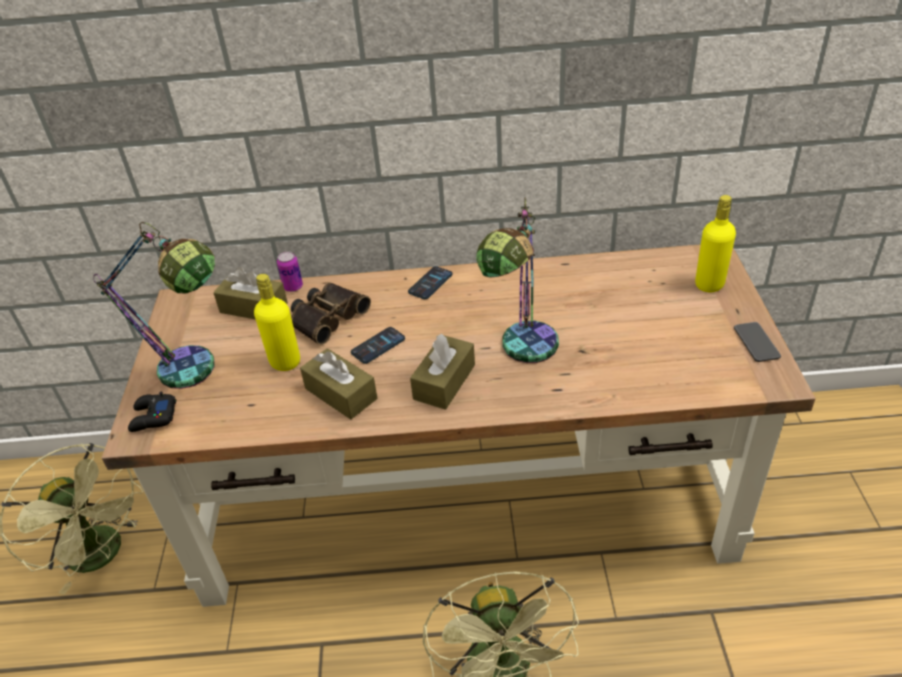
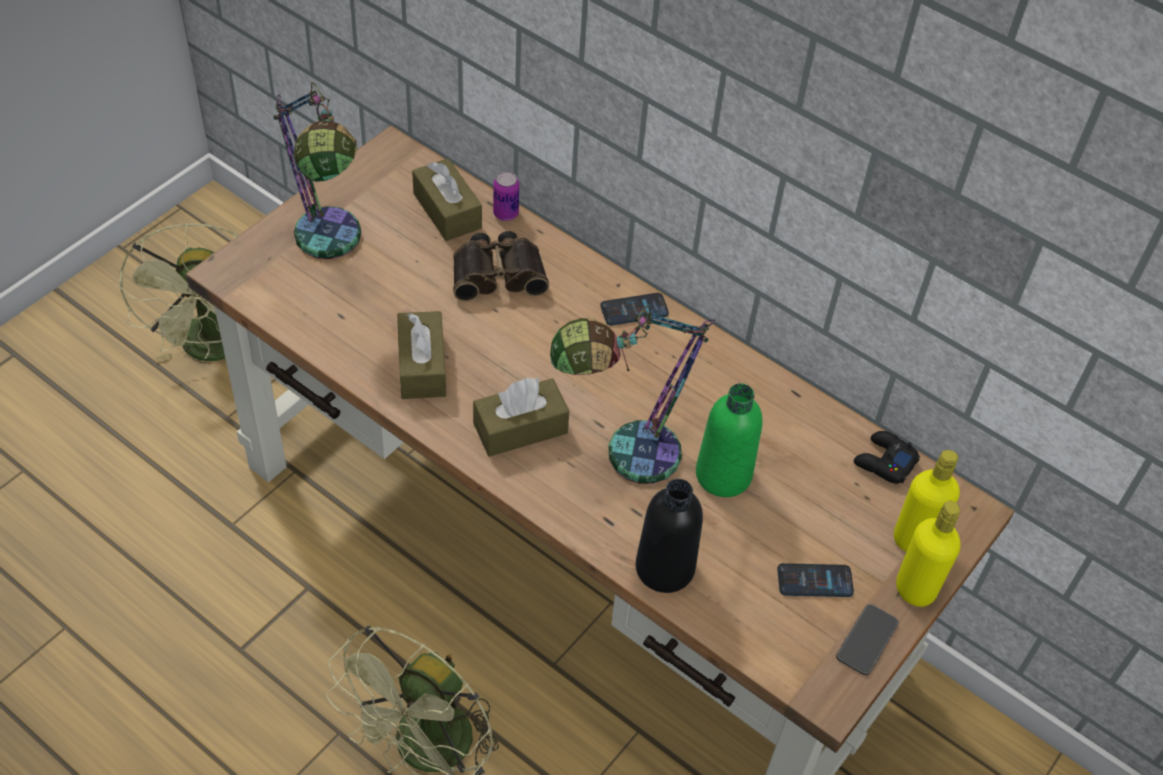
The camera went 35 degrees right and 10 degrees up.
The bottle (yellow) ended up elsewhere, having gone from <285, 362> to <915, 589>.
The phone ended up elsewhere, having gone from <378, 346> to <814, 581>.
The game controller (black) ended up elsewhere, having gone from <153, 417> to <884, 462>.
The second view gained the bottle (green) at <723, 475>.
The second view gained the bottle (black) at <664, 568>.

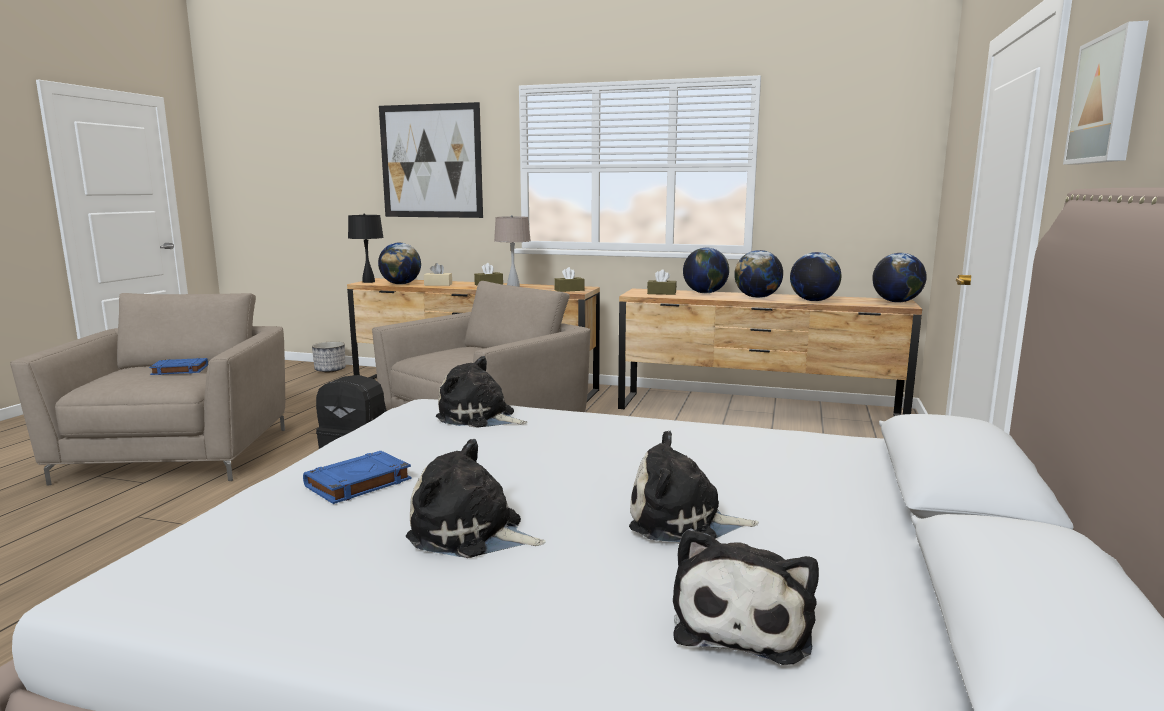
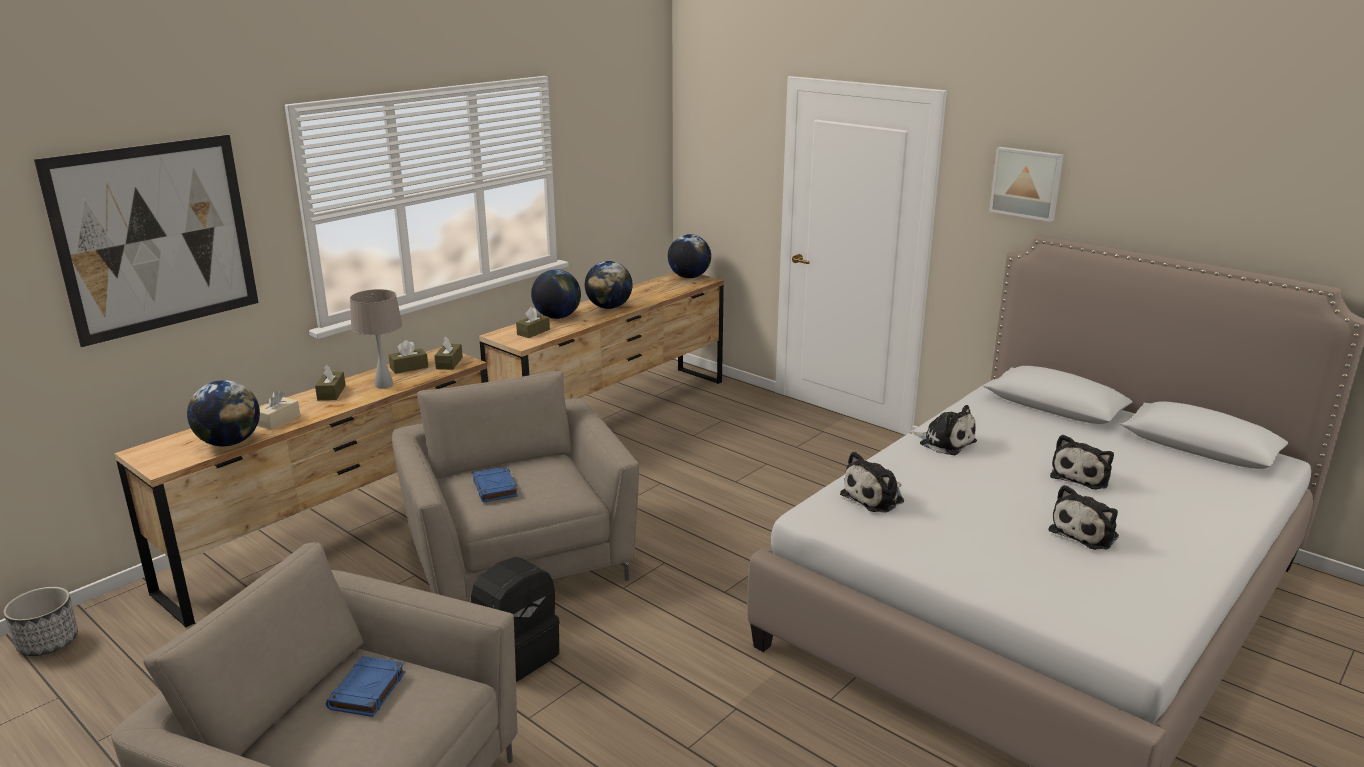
The camera went 65 degrees left and 10 degrees up.
The second view lost the table lamp (black) at <369, 282>.
The second view lost the globe at <813, 301>.
The book (blue) ended up elsewhere, having gone from <357, 483> to <495, 488>.
The plush toy ended up elsewhere, having gone from <743, 623> to <944, 442>.
The second view gained the tissue box (brown) at <409, 367>.

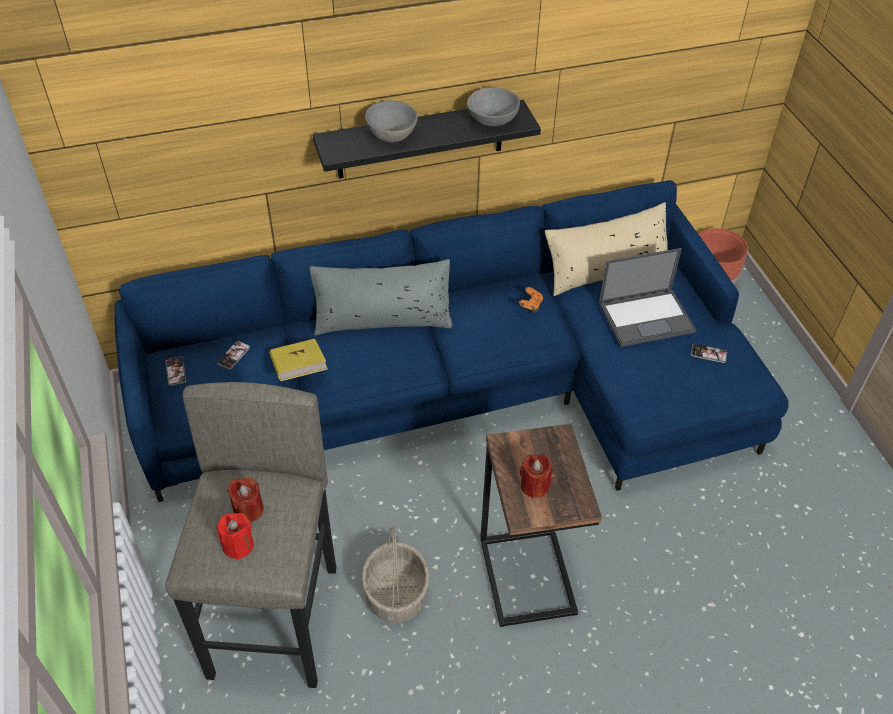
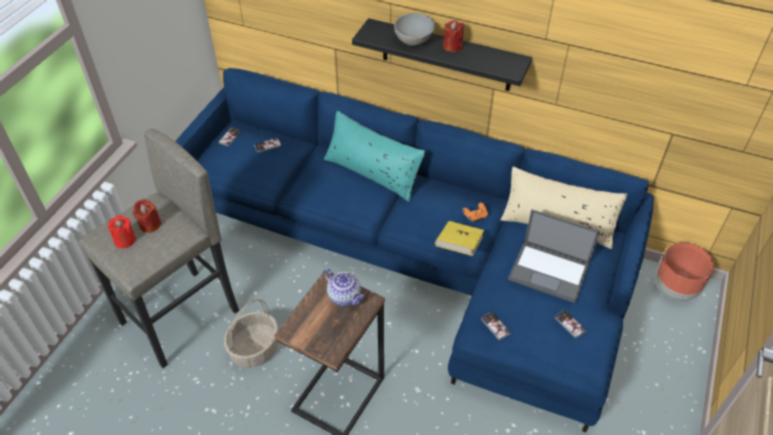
The camera went 40 degrees right and 0 degrees up.
The second view lost the bowl (grey) at <492, 122>.
What was the pillow (grey) at <383, 319> turned into the pillow (turquoise) at <373, 172>.
The book (yellow) ended up elsewhere, having gone from <299, 370> to <458, 246>.
The candle (red) ended up elsewhere, having gone from <534, 486> to <452, 46>.
The second view gained the teapot at <345, 297>.
The second view gained the phone at <495, 326>.

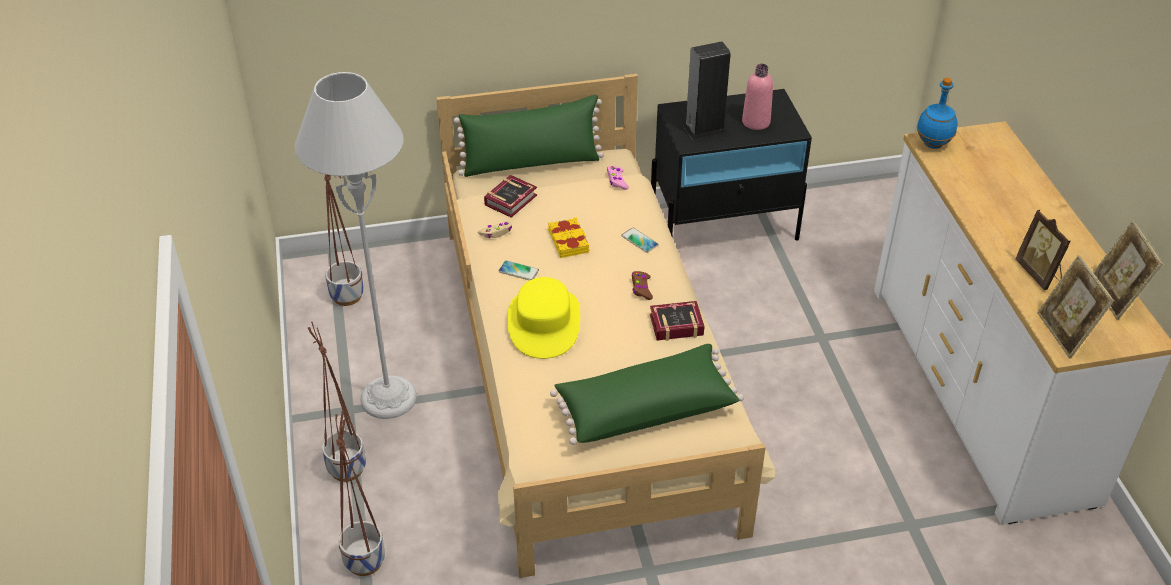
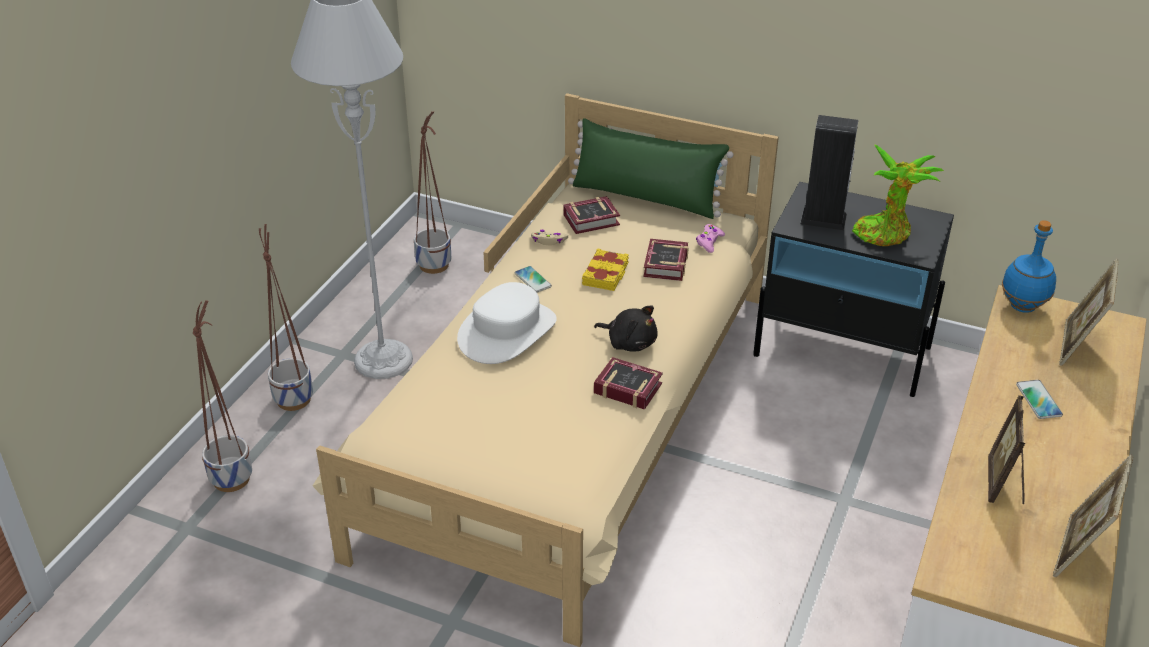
The camera went 35 degrees right and 5 degrees down.
Where the bottle (pink) stood at <756, 122>, the potted plant came to stand at <886, 233>.
The phone ended up elsewhere, having gone from <639, 240> to <1038, 400>.
The picture frame ended up elsewhere, having gone from <1064, 333> to <1078, 346>.
Where the game controller (brown) stood at <641, 288>, the plush toy (black) came to stand at <629, 342>.
What was the hat (yellow) at <543, 323> turned into the hat (white) at <507, 332>.
The second view lost the pillow (green) at <645, 408>.
The second view gained the book at <664, 266>.

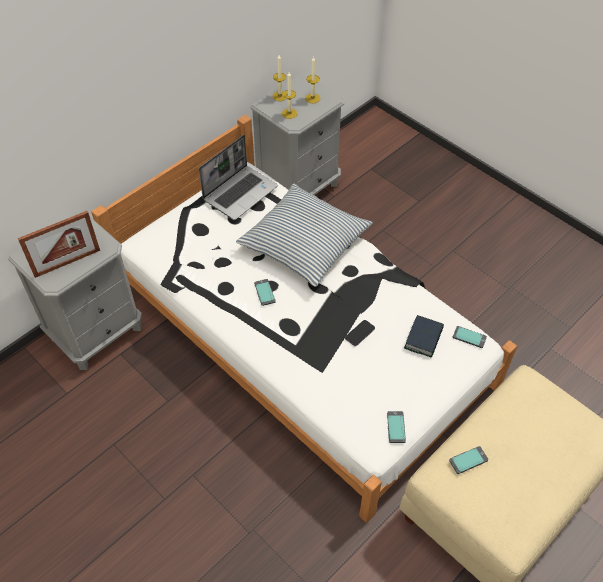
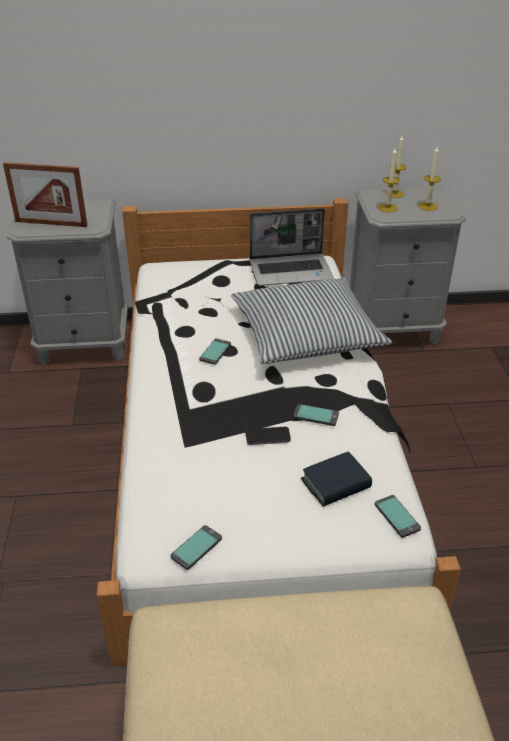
The camera went 40 degrees right and 15 degrees down.
The phone ended up elsewhere, having gone from <468, 460> to <316, 415>.

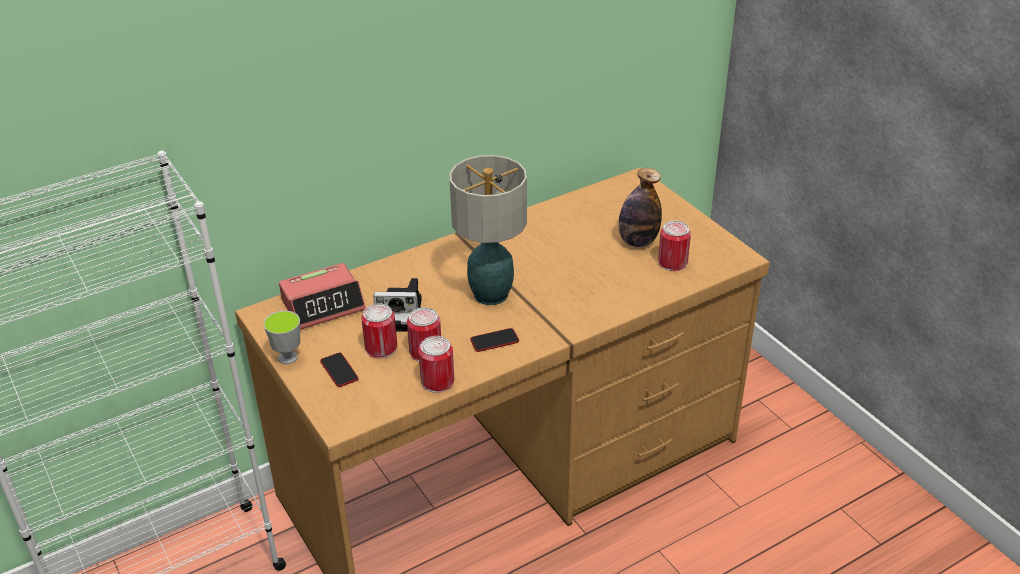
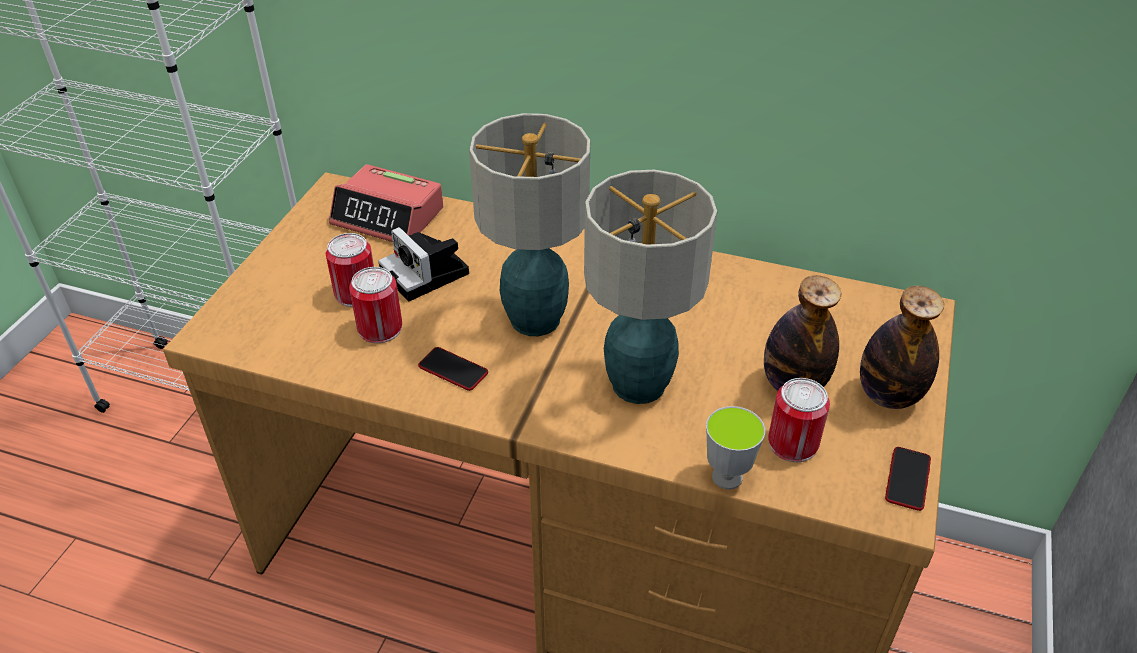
The camera went 50 degrees right and 5 degrees up.
The cup ended up elsewhere, having gone from <288, 358> to <727, 477>.
The second view lost the can at <437, 381>.
The phone ended up elsewhere, having gone from <339, 370> to <907, 479>.
The second view gained the table lamp at <638, 385>.
The second view gained the bottle at <888, 395>.

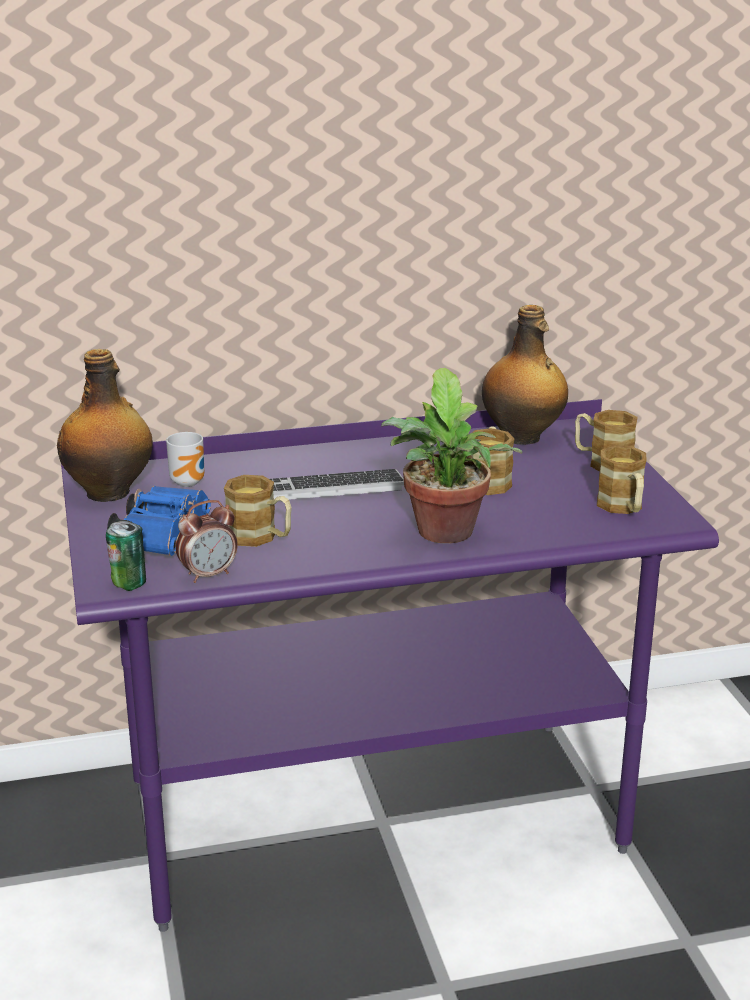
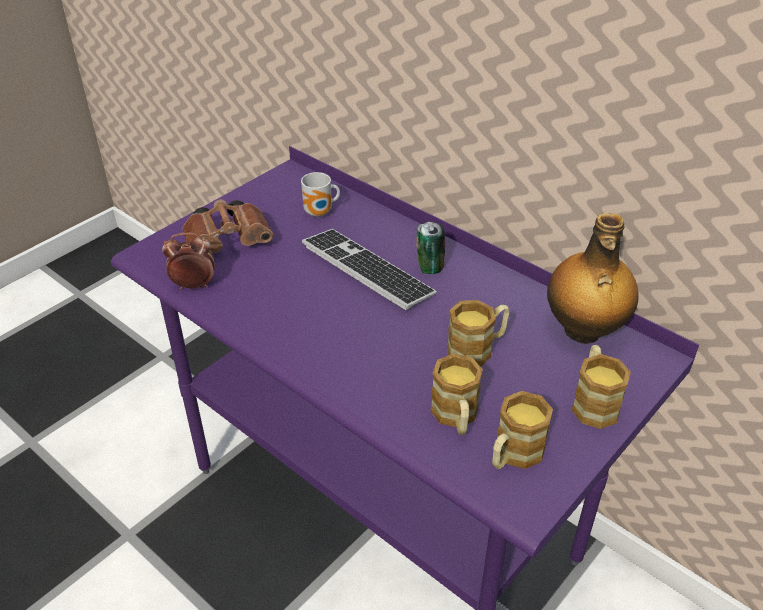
The camera went 55 degrees right and 15 degrees up.
The second view lost the bottle at <110, 492>.
The second view lost the potted plant at <445, 535>.
The mug ended up elsewhere, having gone from <260, 537> to <456, 417>.
What was the binoculars (blue) at <162, 537> turned into the binoculars (brown) at <230, 241>.
The alarm clock at <208, 575> ended up facing another way, 150 degrees clockwise from before.
The can ended up elsewhere, having gone from <128, 584> to <429, 267>.

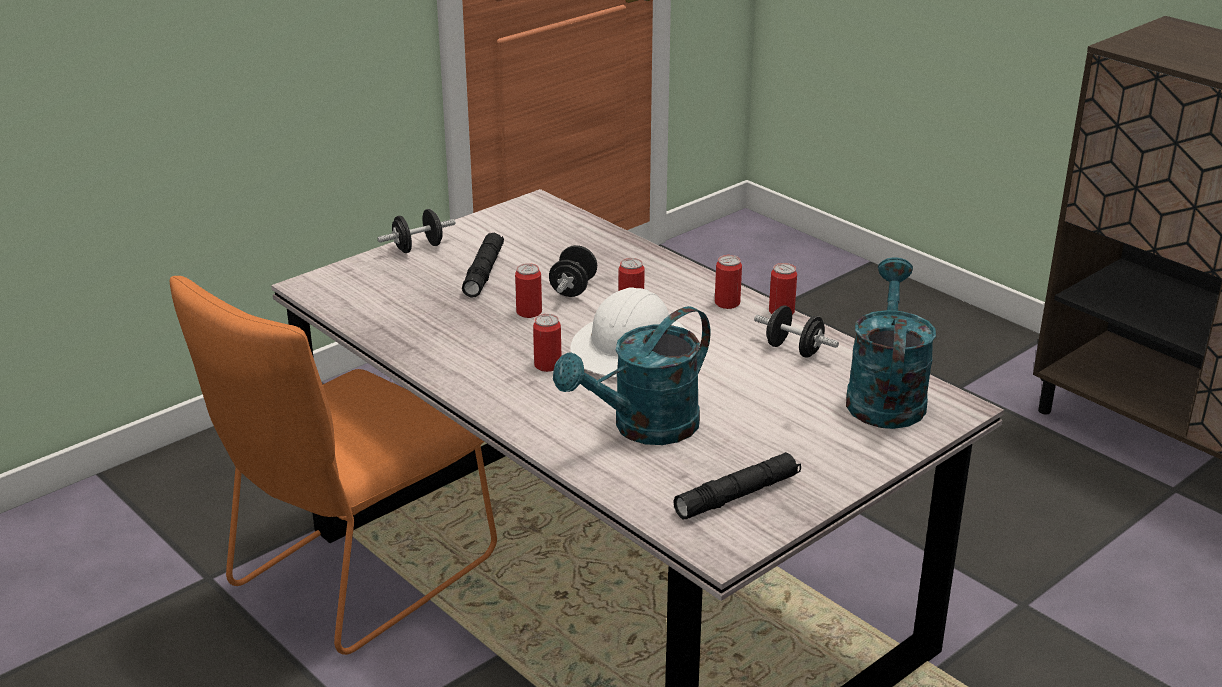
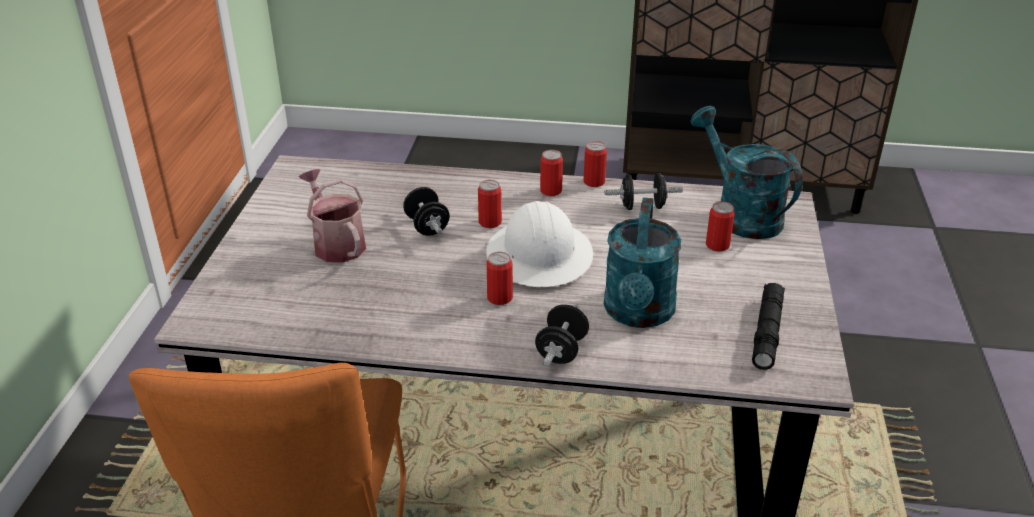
The camera went 40 degrees left and 5 degrees up.
The dumbbell (black) ended up elsewhere, having gone from <418, 248> to <561, 350>.
Where the flashlight (black) stood at <483, 272>, the watering can came to stand at <336, 243>.
The can ended up elsewhere, having gone from <529, 312> to <717, 245>.

